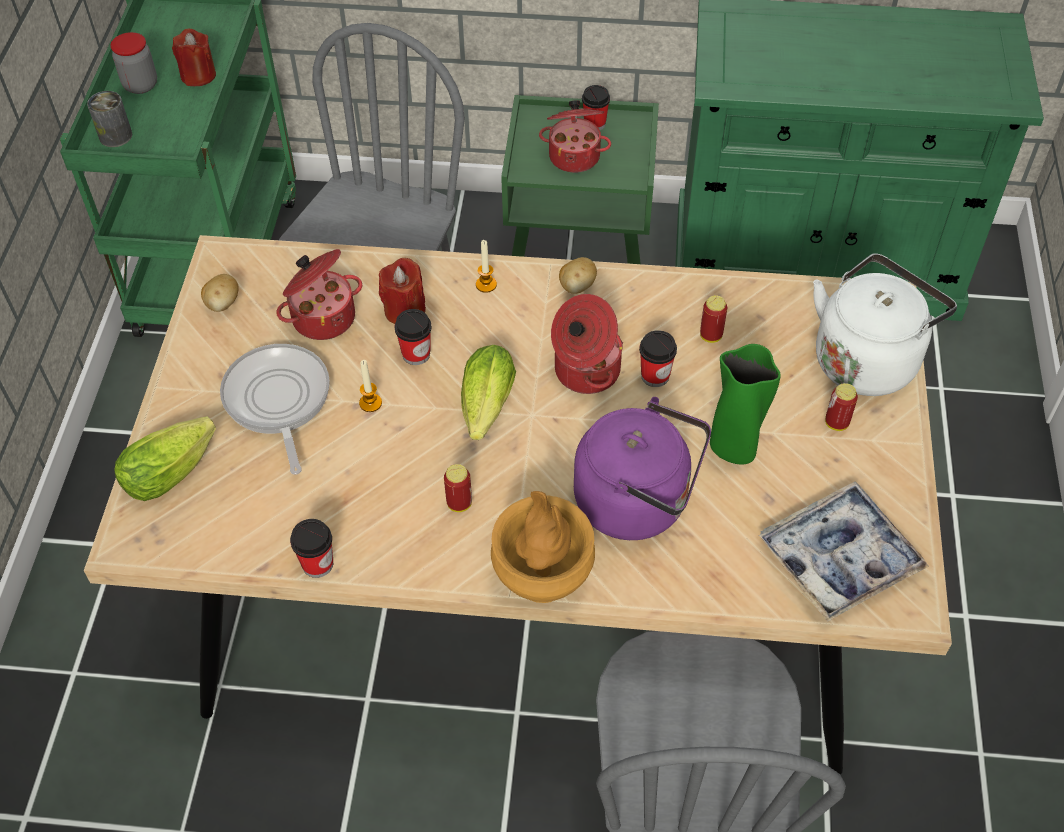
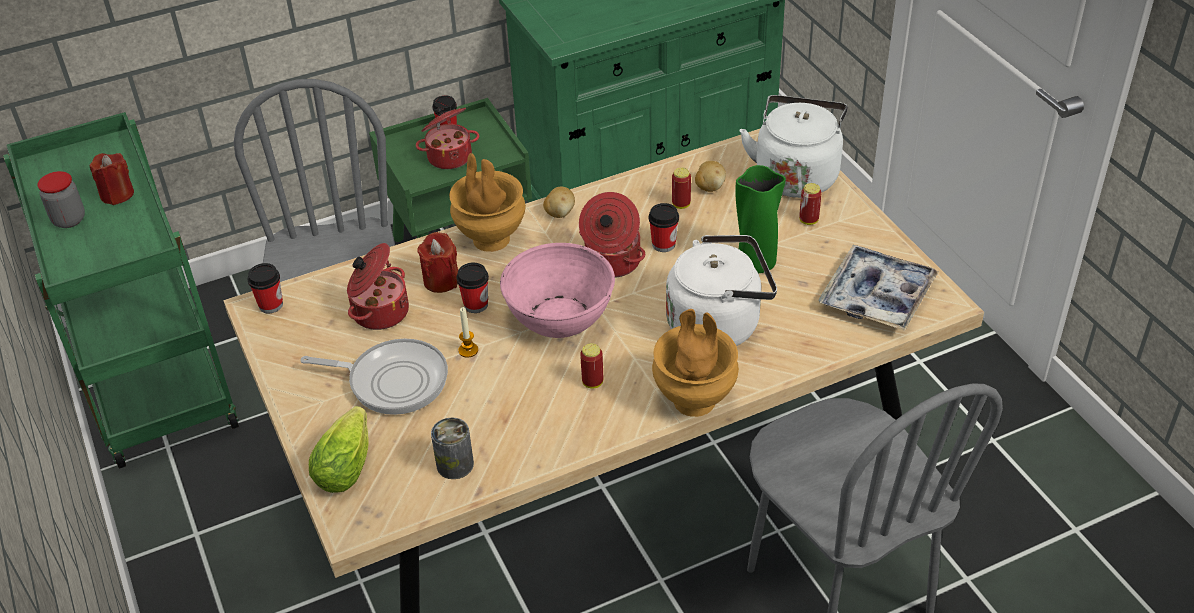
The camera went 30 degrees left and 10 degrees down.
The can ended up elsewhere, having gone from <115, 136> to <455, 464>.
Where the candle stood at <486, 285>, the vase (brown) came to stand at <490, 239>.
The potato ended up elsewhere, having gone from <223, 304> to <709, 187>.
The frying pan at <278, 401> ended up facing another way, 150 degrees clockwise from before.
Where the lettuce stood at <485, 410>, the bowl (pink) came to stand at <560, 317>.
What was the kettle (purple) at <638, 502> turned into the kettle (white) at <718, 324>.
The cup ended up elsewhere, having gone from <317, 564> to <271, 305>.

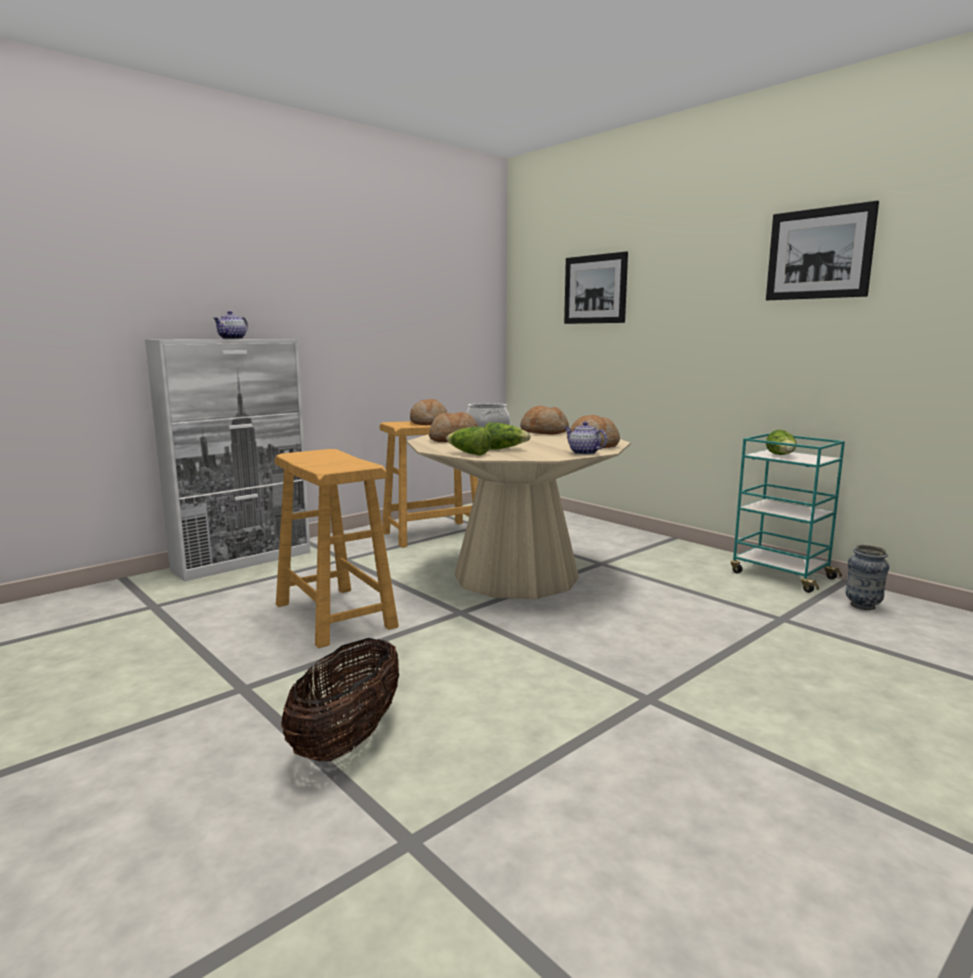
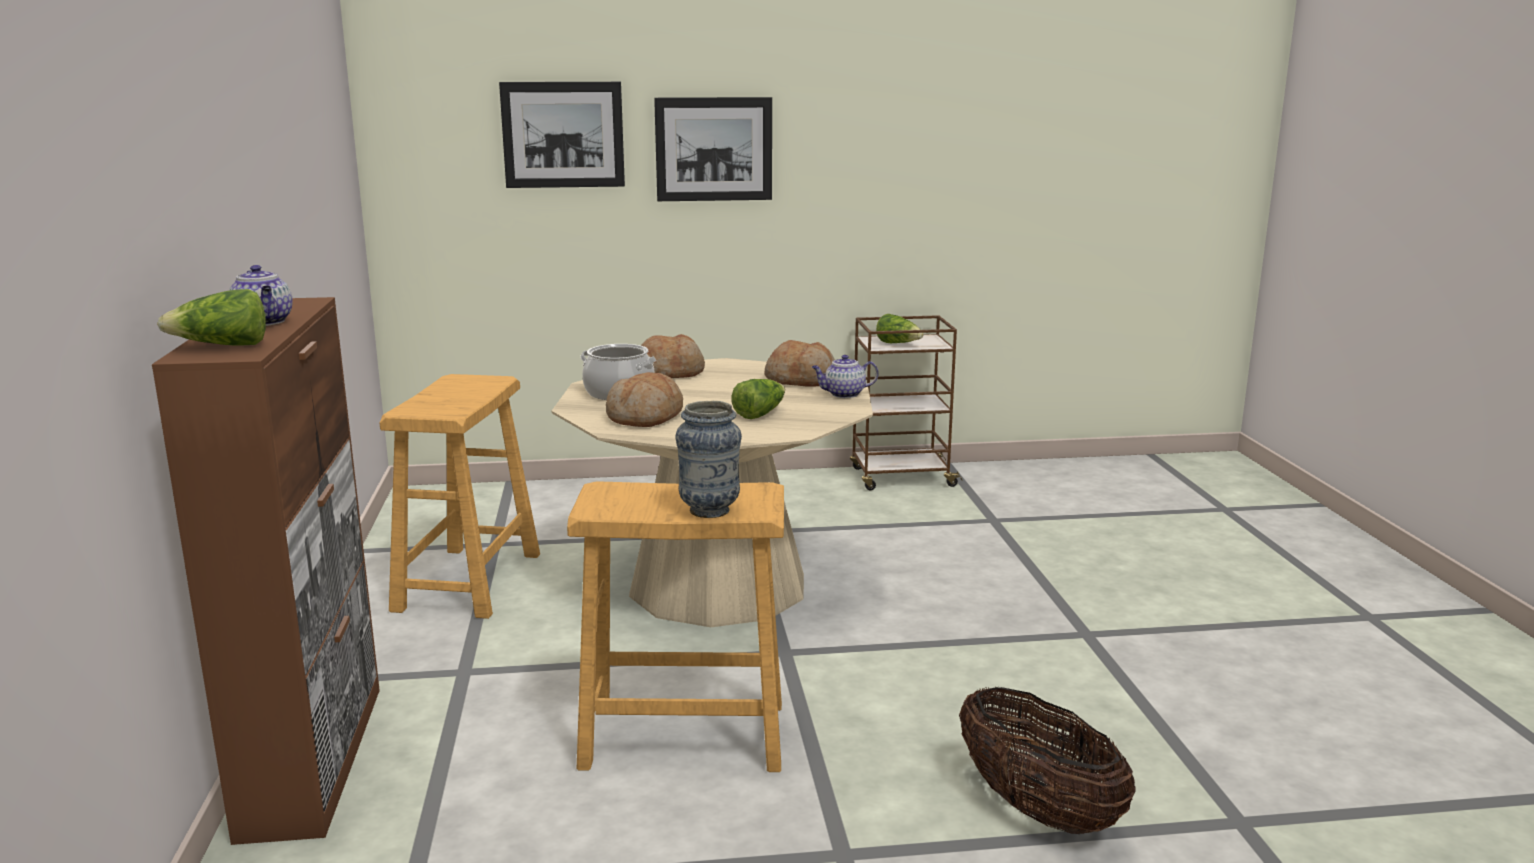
The camera went 55 degrees left and 5 degrees up.
The picture ended up elsewhere, having gone from <819, 254> to <714, 149>.
What was the cabinet (white) at <244, 561> turned into the cabinet (brown) at <314, 758>.
The second view lost the bread at <429, 423>.
The lettuce ended up elsewhere, having gone from <468, 454> to <222, 346>.
What was the cart (turquoise) at <780, 575> turned into the cart (brown) at <900, 477>.
The vase ended up elsewhere, having gone from <863, 606> to <709, 511>.

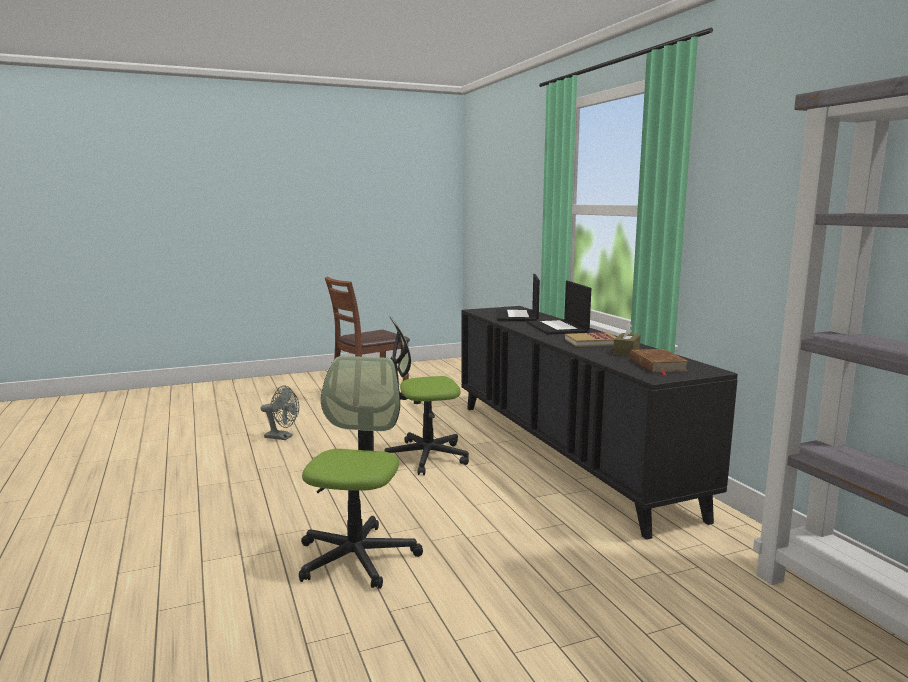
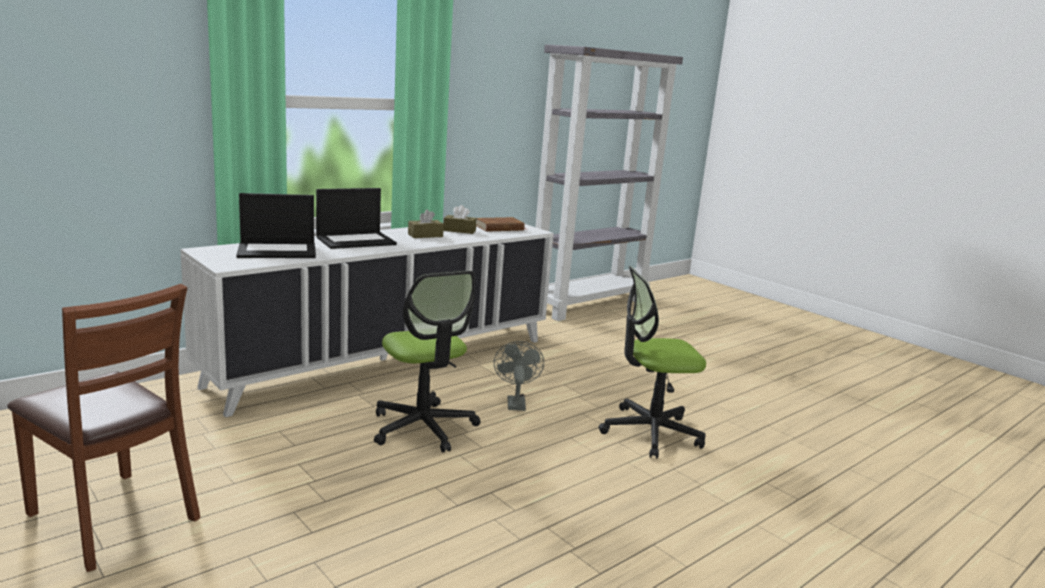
The camera went 110 degrees left and 5 degrees up.
What was the cabinet (black) at <564, 453> turned into the cabinet (white) at <386, 362>.
Where the book stood at <592, 342>, the tissue box (brown) came to stand at <425, 235>.
The fan (grey) ended up elsewhere, having gone from <282, 437> to <515, 402>.

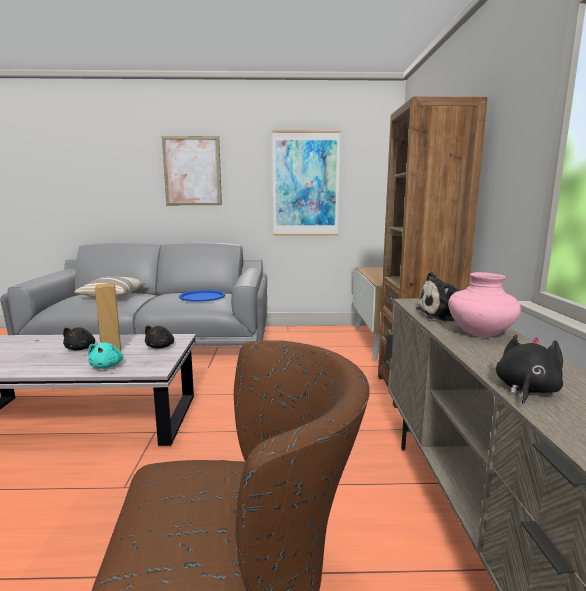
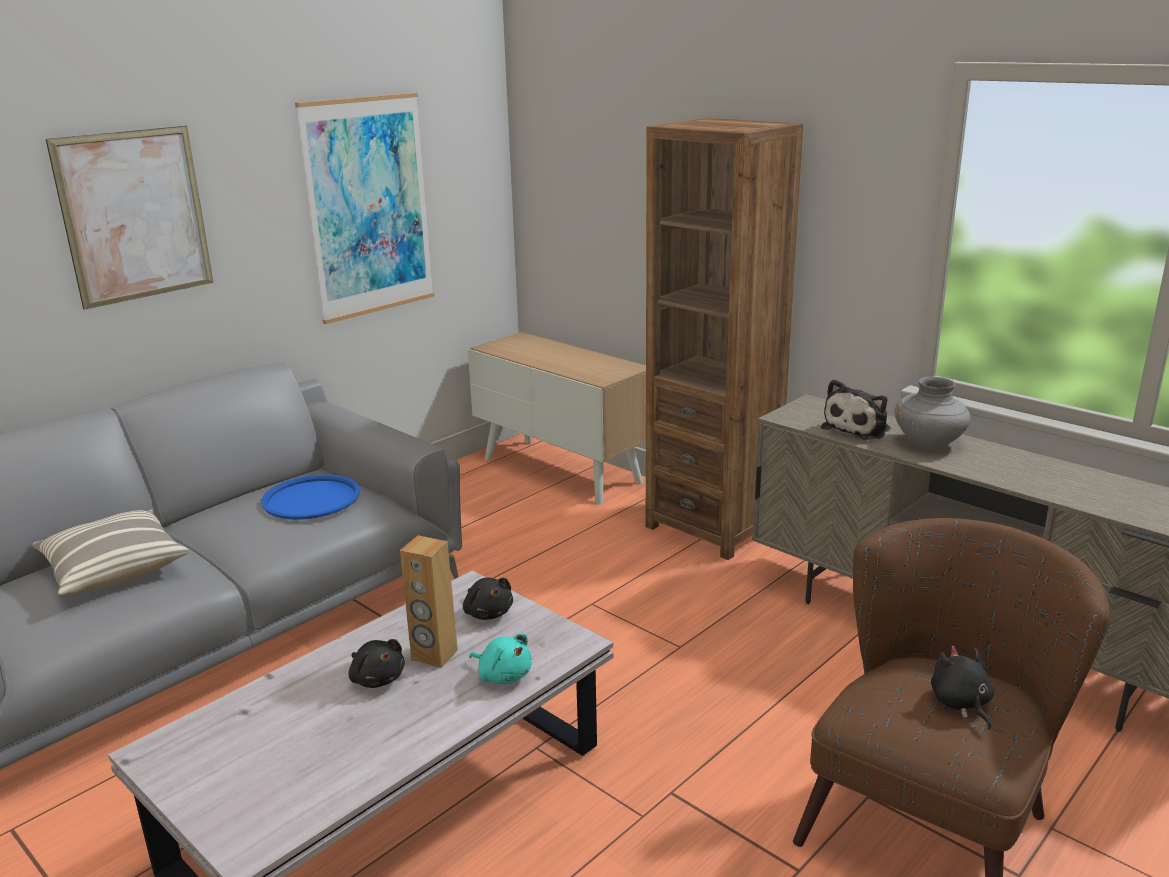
The camera went 45 degrees left and 10 degrees up.
What was the vase (pink) at <480, 333> turned into the vase (grey) at <929, 443>.
The plush toy (black) ended up elsewhere, having gone from <526, 390> to <961, 704>.

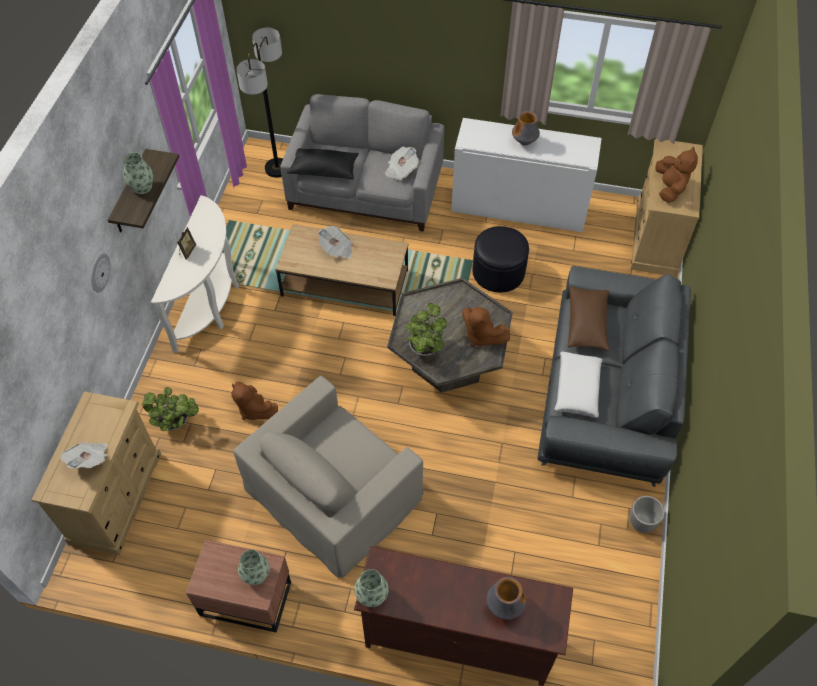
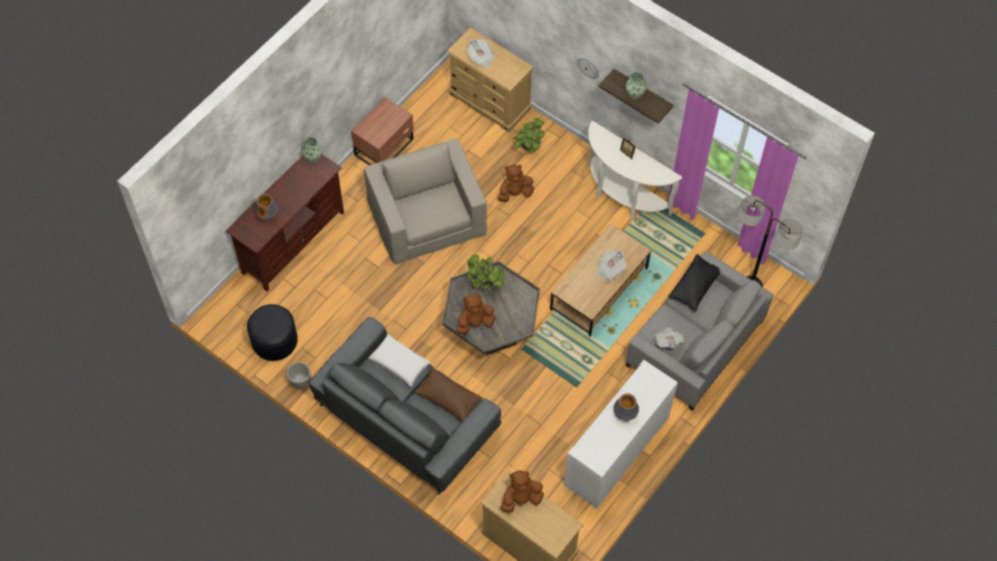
The camera went 115 degrees right and 5 degrees up.
The plush toy (brown) at <670, 188> ended up facing another way, 135 degrees clockwise from before.
The ottoman (black) ended up elsewhere, having gone from <498, 272> to <274, 340>.
The second view lost the vase at <256, 574>.

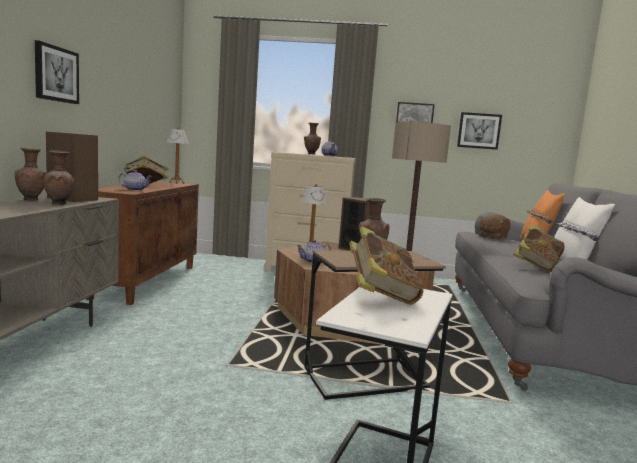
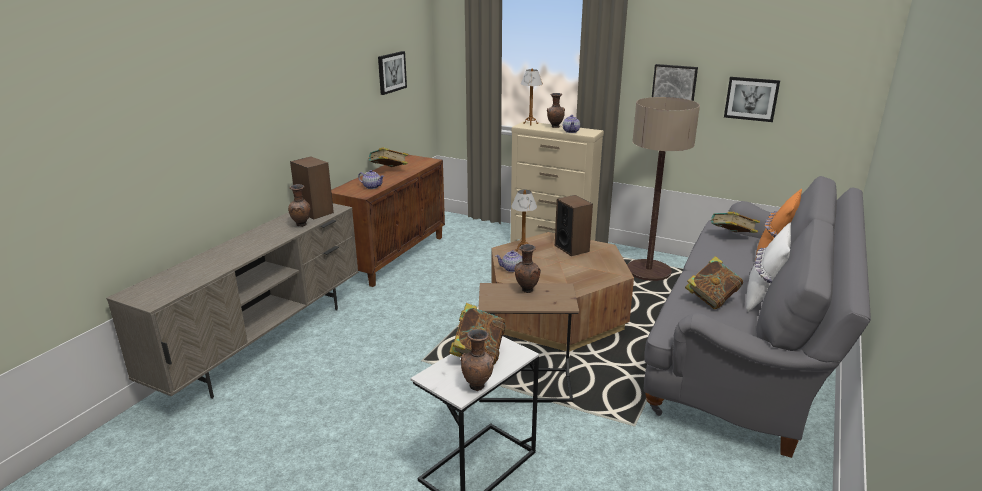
The camera went 20 degrees right and 15 degrees up.
The picture ended up elsewhere, having gone from <56, 74> to <391, 72>.
The table lamp ended up elsewhere, having gone from <176, 183> to <530, 123>.
The vase (brown) ended up elsewhere, having gone from <32, 200> to <478, 386>.
Where the plush toy (brown) stood at <492, 237>, the book came to stand at <731, 237>.

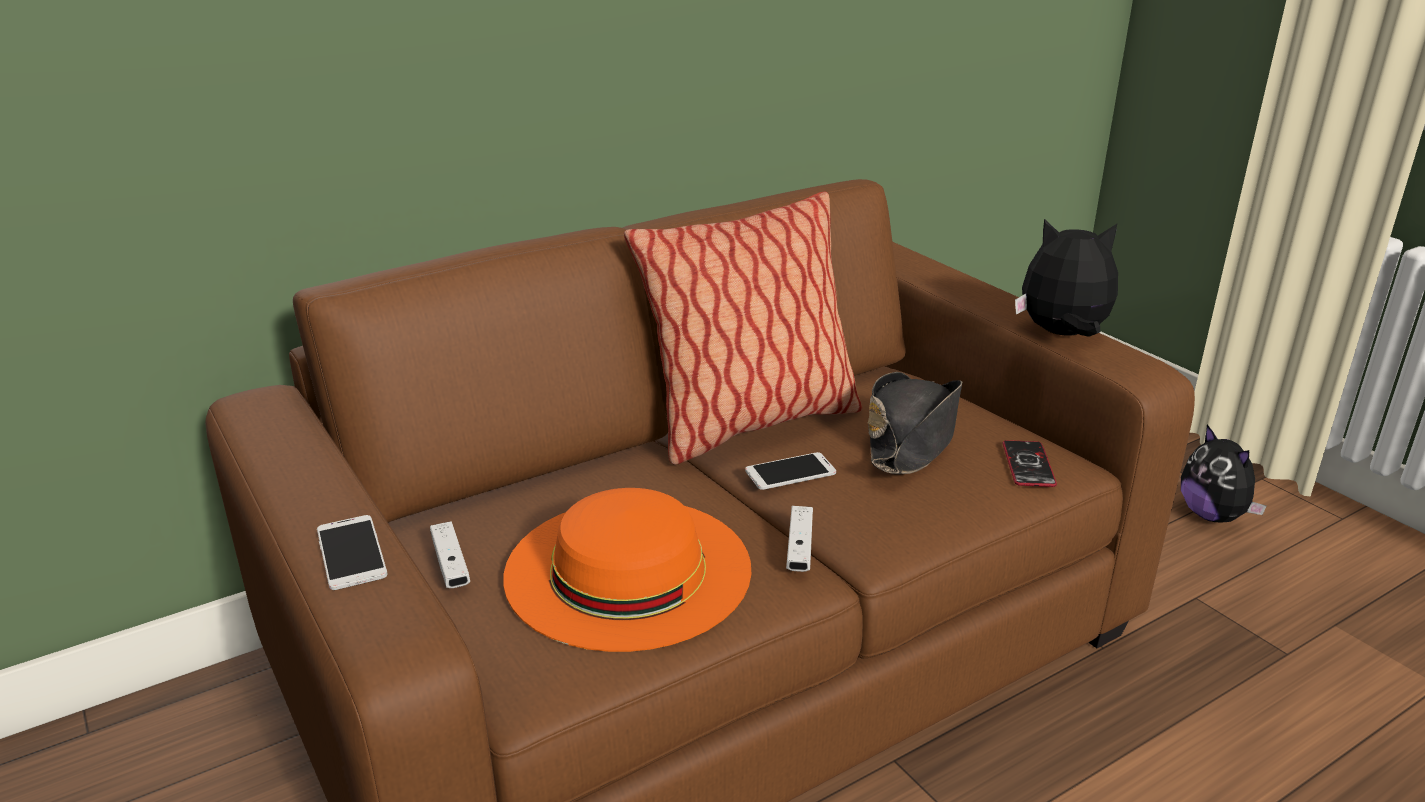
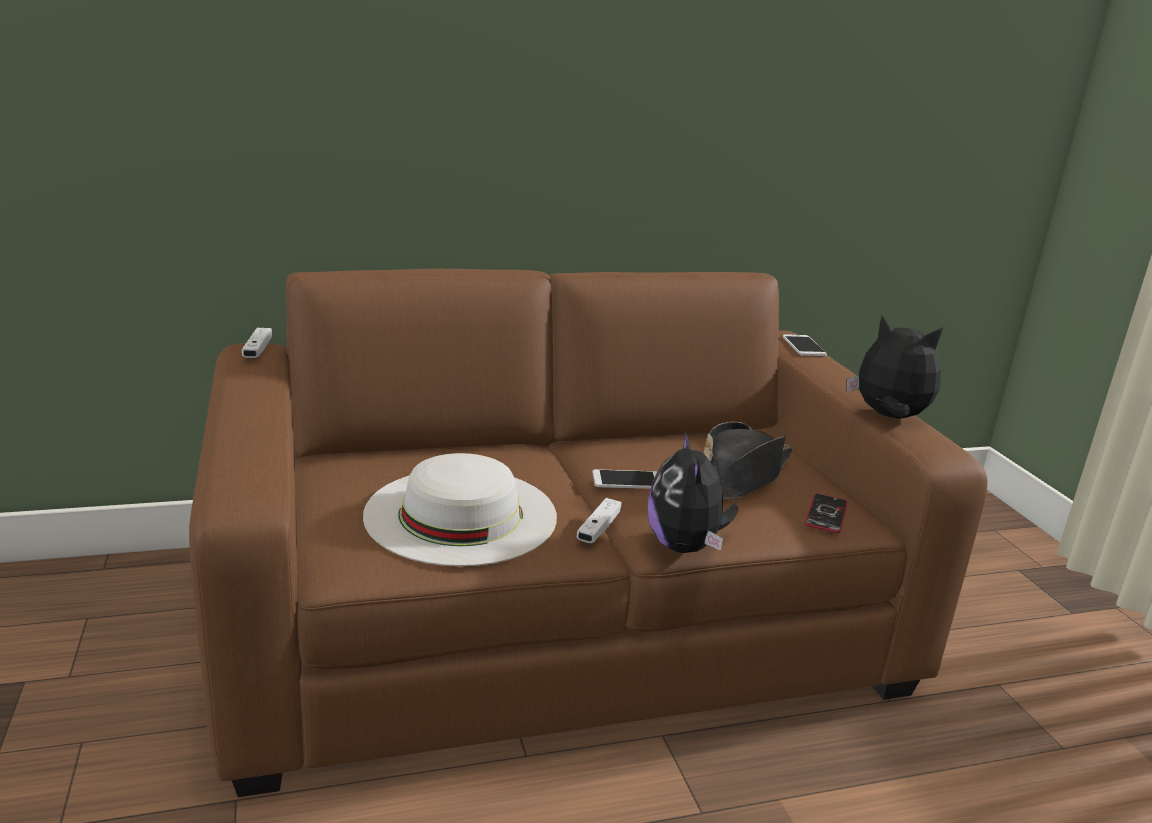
The camera went 15 degrees right and 5 degrees down.
The second view lost the pillow at <750, 424>.
The plush toy ended up elsewhere, having gone from <1213, 515> to <685, 547>.
What was the hat (orange) at <627, 570> turned into the hat (white) at <460, 514>.
The phone ended up elsewhere, having gone from <351, 553> to <804, 346>.
The game controller (white) ended up elsewhere, having gone from <450, 565> to <258, 351>.

